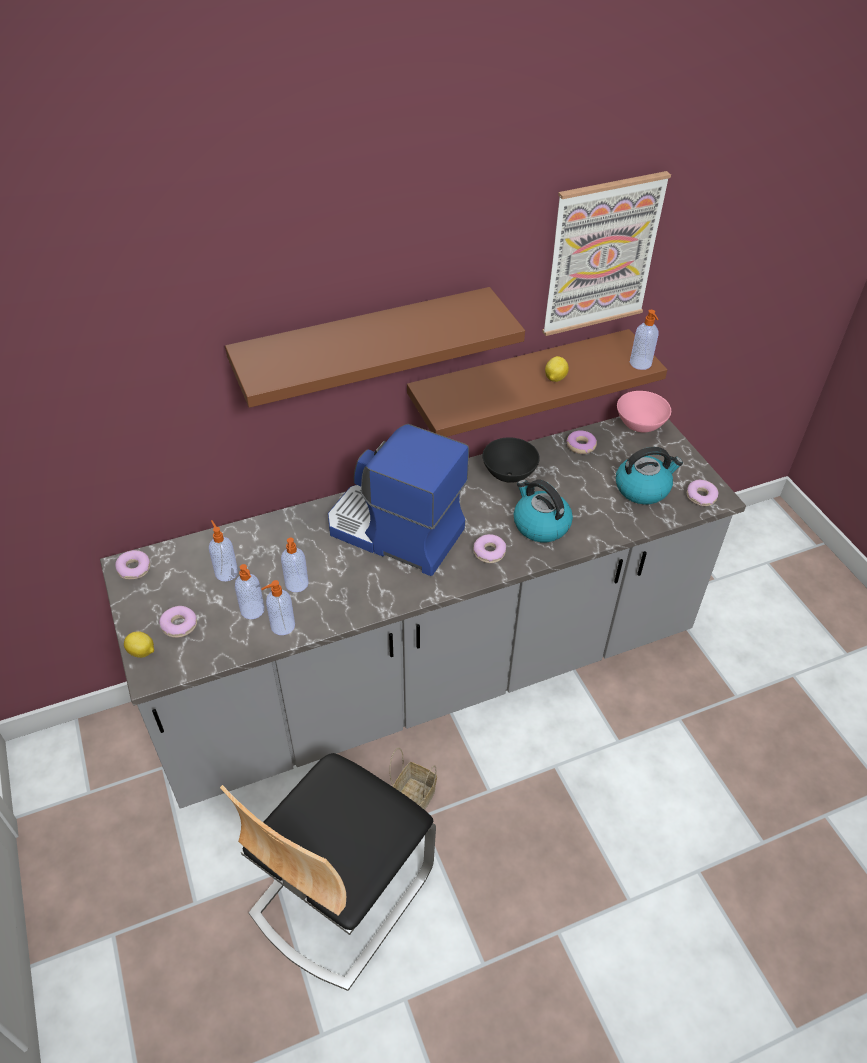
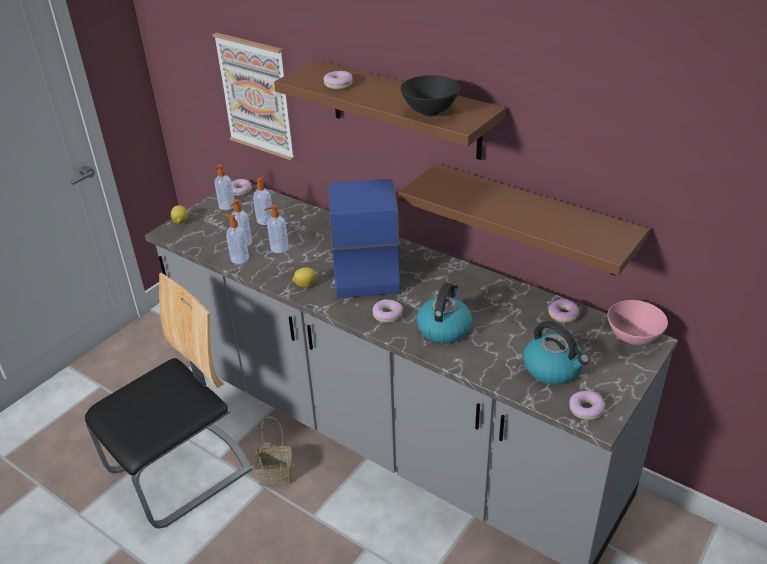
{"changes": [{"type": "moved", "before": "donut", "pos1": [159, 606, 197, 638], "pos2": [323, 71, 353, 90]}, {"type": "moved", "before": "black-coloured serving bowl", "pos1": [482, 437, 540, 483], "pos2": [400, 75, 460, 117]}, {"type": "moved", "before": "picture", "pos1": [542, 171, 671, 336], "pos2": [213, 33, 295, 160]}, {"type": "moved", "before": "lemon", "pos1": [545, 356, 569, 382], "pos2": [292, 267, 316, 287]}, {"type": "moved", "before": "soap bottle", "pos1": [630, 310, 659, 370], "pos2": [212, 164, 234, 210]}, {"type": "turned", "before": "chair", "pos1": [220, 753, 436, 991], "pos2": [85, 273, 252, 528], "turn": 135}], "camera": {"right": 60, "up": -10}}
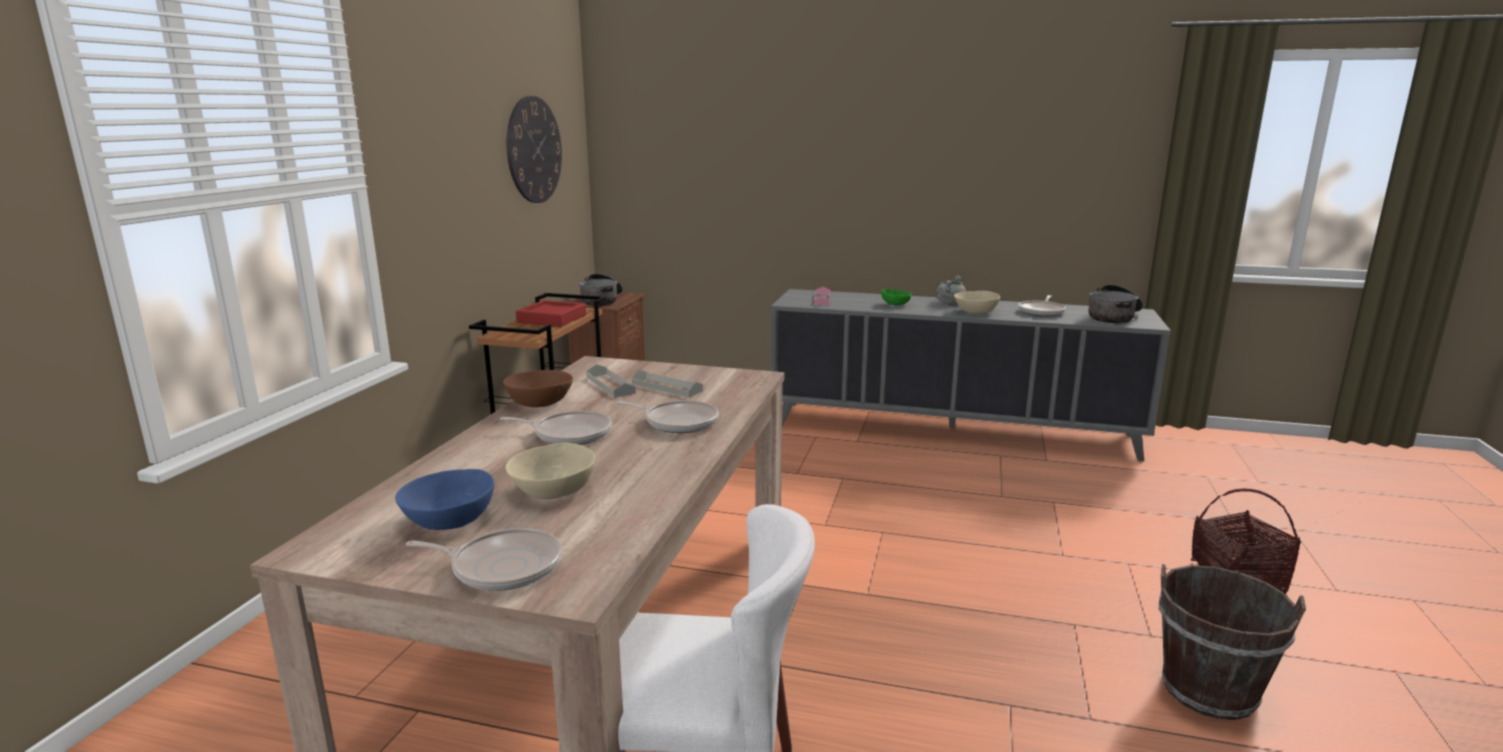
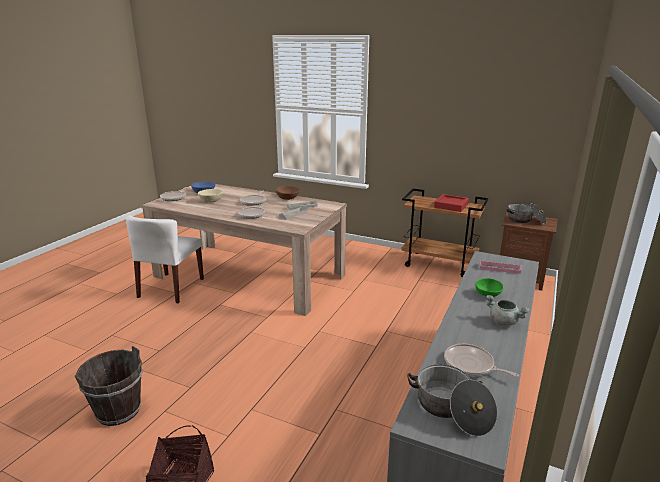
{"changes": [{"type": "removed", "before": "wall clock", "pos1": [507, 96, 562, 203]}, {"type": "removed", "before": "beige-coloured serving bowl", "pos1": [954, 291, 1000, 314]}], "camera": {"right": 100, "up": 5}}
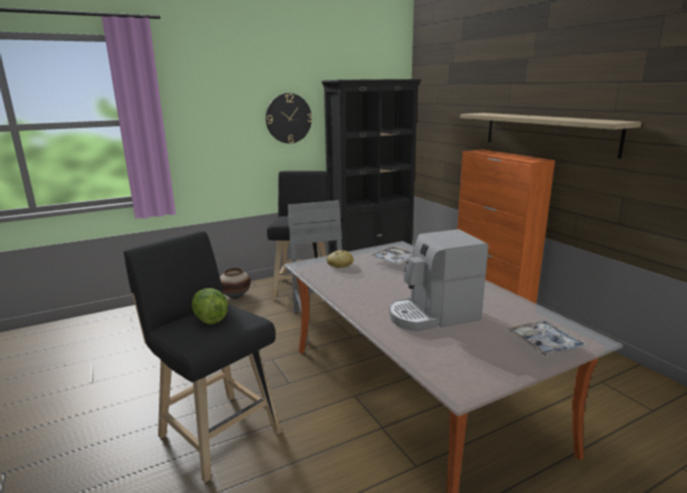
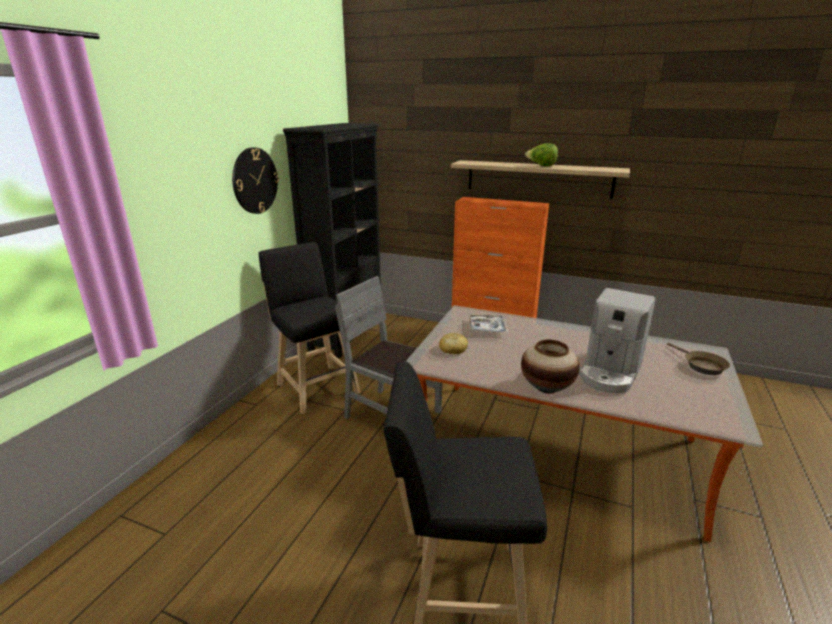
{"changes": [{"type": "moved", "before": "head of lettuce", "pos1": [192, 288, 228, 324], "pos2": [525, 143, 558, 166]}, {"type": "moved", "before": "flower vase", "pos1": [220, 268, 251, 299], "pos2": [521, 339, 580, 394]}, {"type": "replaced", "before": "tray", "after": "brownish skillet", "pos1": [507, 320, 589, 356], "pos2": [667, 343, 730, 375]}], "camera": {"right": -40, "up": 5}}
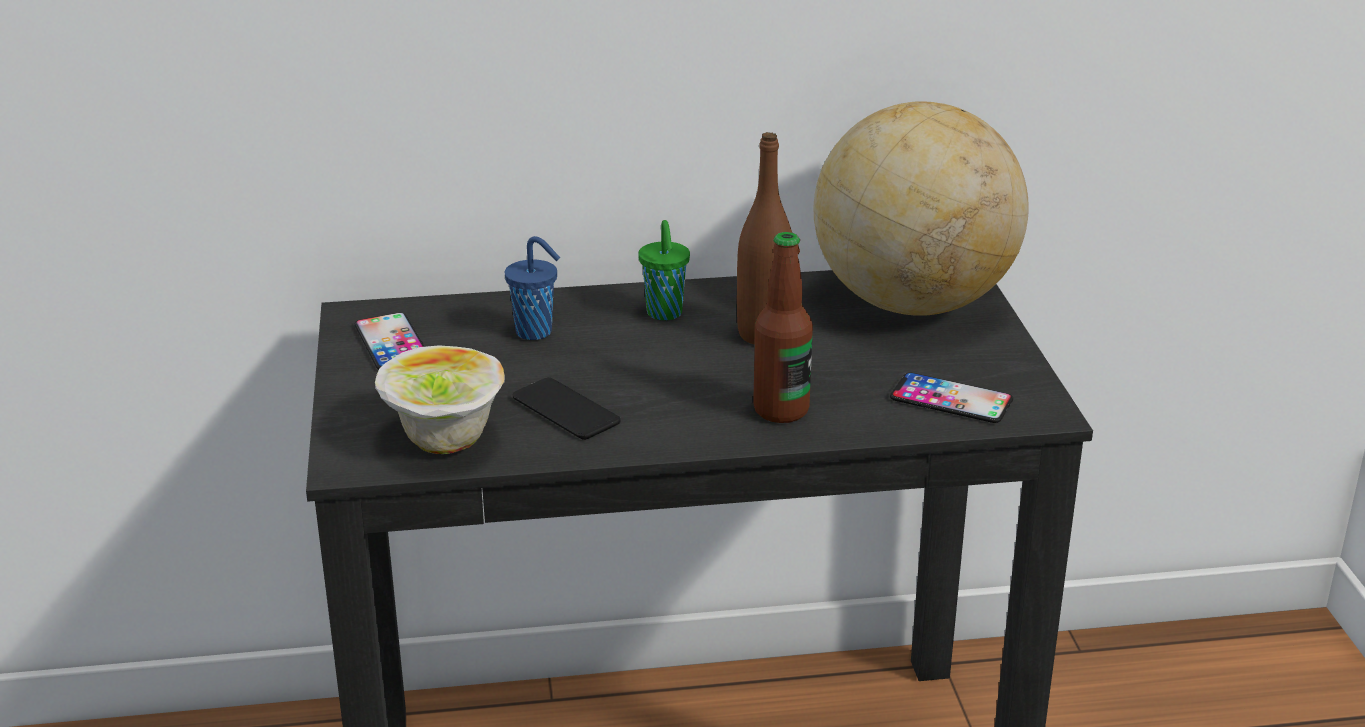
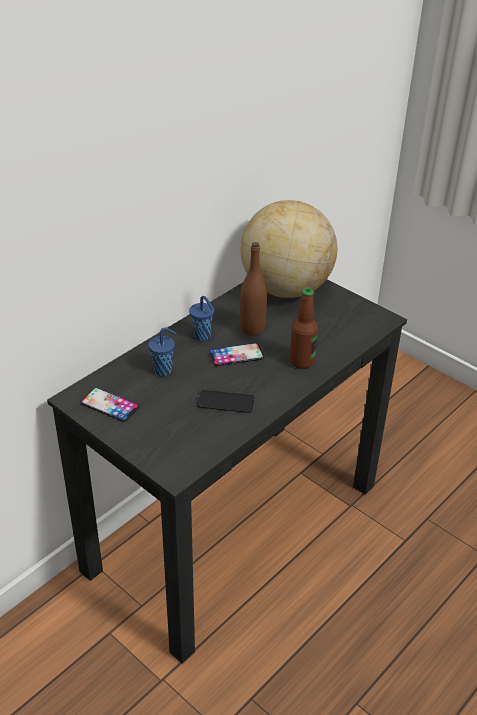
{"changes": [{"type": "removed", "before": "serving bowl", "pos1": [375, 345, 505, 454]}, {"type": "moved", "before": "phone", "pos1": [890, 373, 1013, 423], "pos2": [209, 343, 264, 366]}, {"type": "recoloured", "before": "green small cup", "after": "bluish small cup", "pos1": [638, 220, 690, 320], "pos2": [189, 296, 214, 341]}], "camera": {"right": -40, "up": 10}}
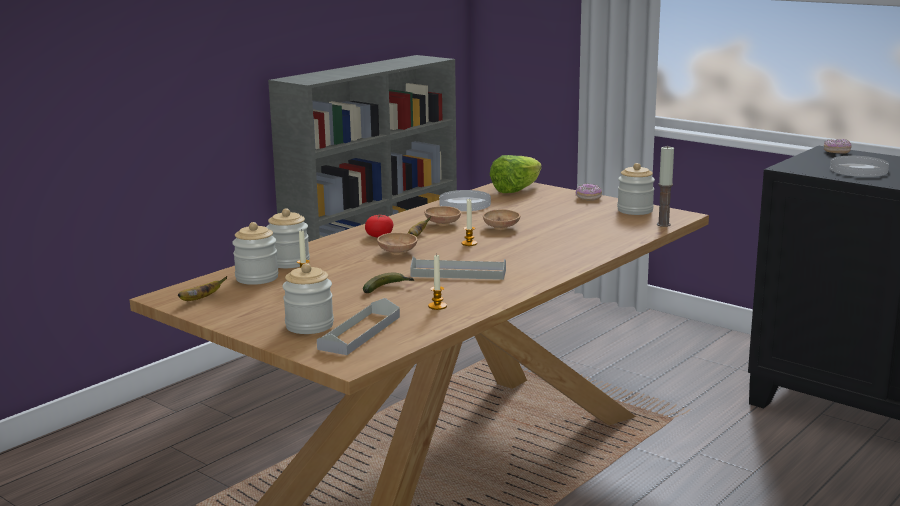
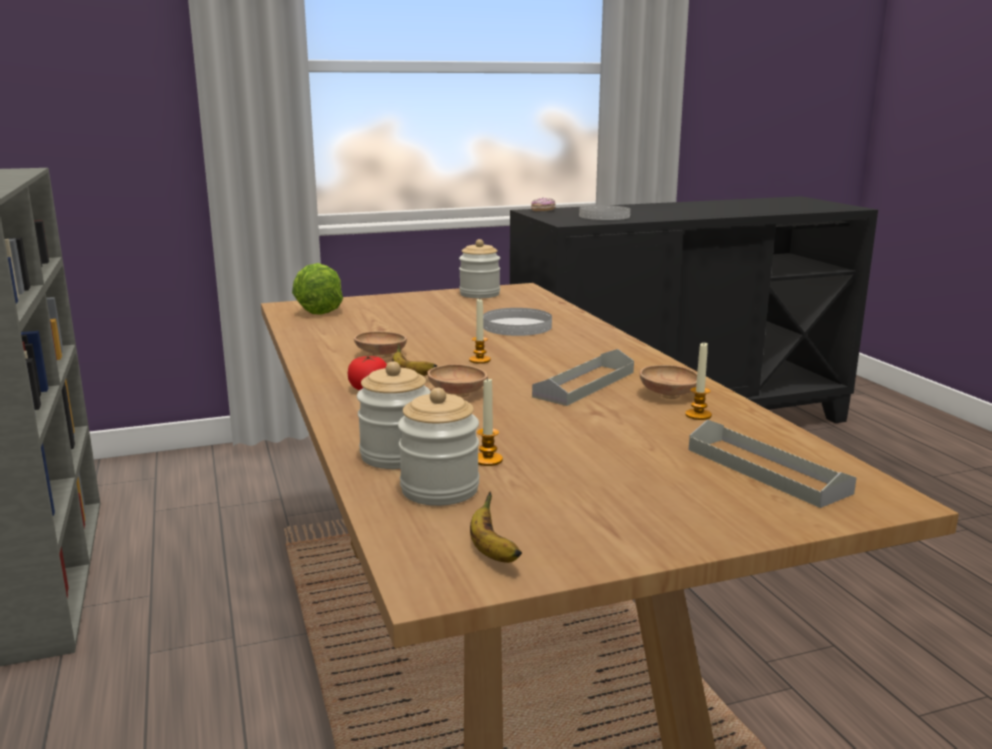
{"changes": [{"type": "removed", "before": "preserve jar", "pos1": [283, 263, 334, 334]}, {"type": "removed", "before": "banana fruit", "pos1": [363, 273, 415, 293]}, {"type": "removed", "before": "donut", "pos1": [576, 183, 602, 201]}, {"type": "removed", "before": "wax light", "pos1": [657, 145, 674, 227]}, {"type": "moved", "before": "whitish dinner plate", "pos1": [439, 190, 491, 211], "pos2": [483, 308, 552, 336]}, {"type": "moved", "before": "brownish serving bowl", "pos1": [483, 209, 521, 230], "pos2": [640, 365, 697, 399]}], "camera": {"right": -60, "up": 0}}
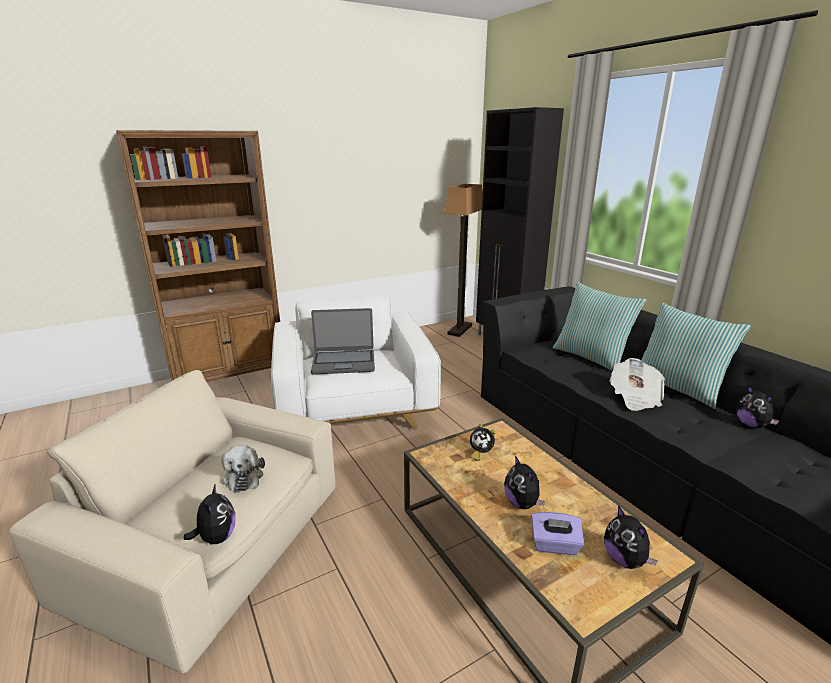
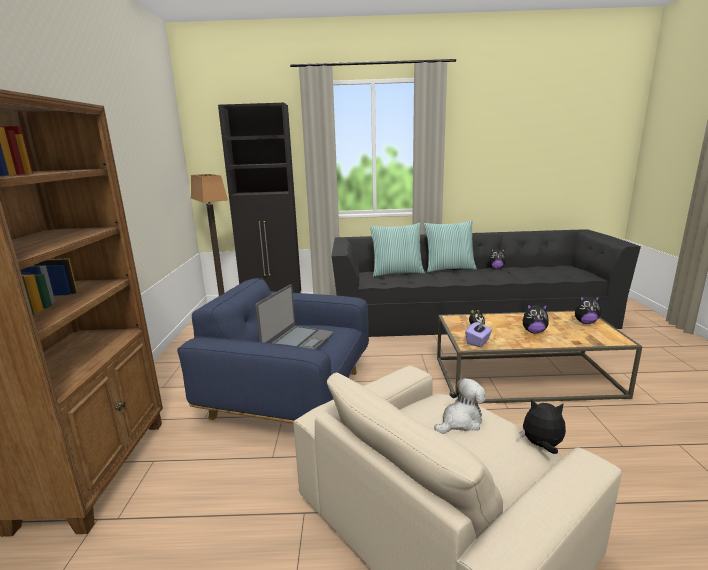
{"changes": [{"type": "removed", "before": "printed paper", "pos1": [610, 358, 665, 411]}, {"type": "moved", "before": "purple tissue box", "pos1": [531, 512, 584, 555], "pos2": [465, 321, 492, 347]}, {"type": "recoloured", "before": "whitish easy chair", "after": "bluish easy chair", "pos1": [271, 295, 441, 430], "pos2": [177, 278, 369, 424]}, {"type": "turned", "before": "plush toy", "pos1": [221, 445, 265, 492], "pos2": [434, 378, 486, 434], "turn": -45}], "camera": {"right": -60, "up": -5}}
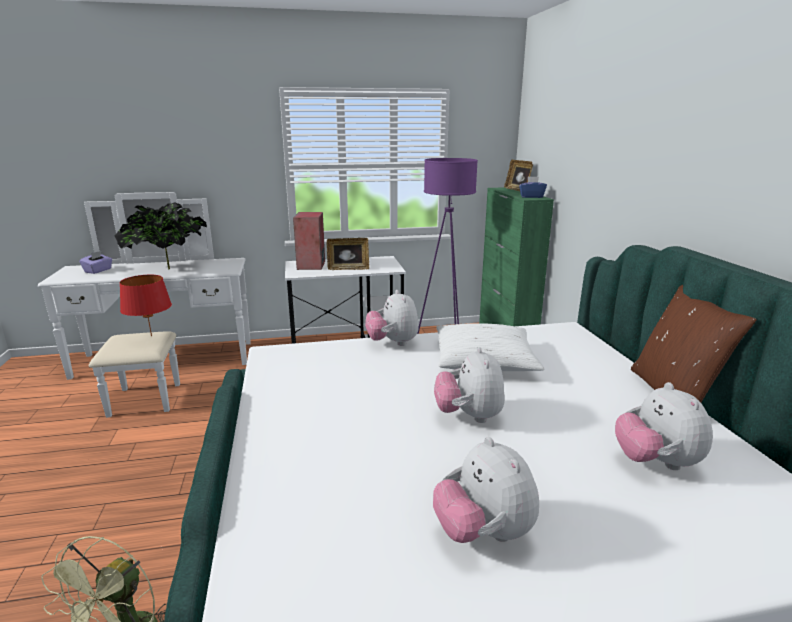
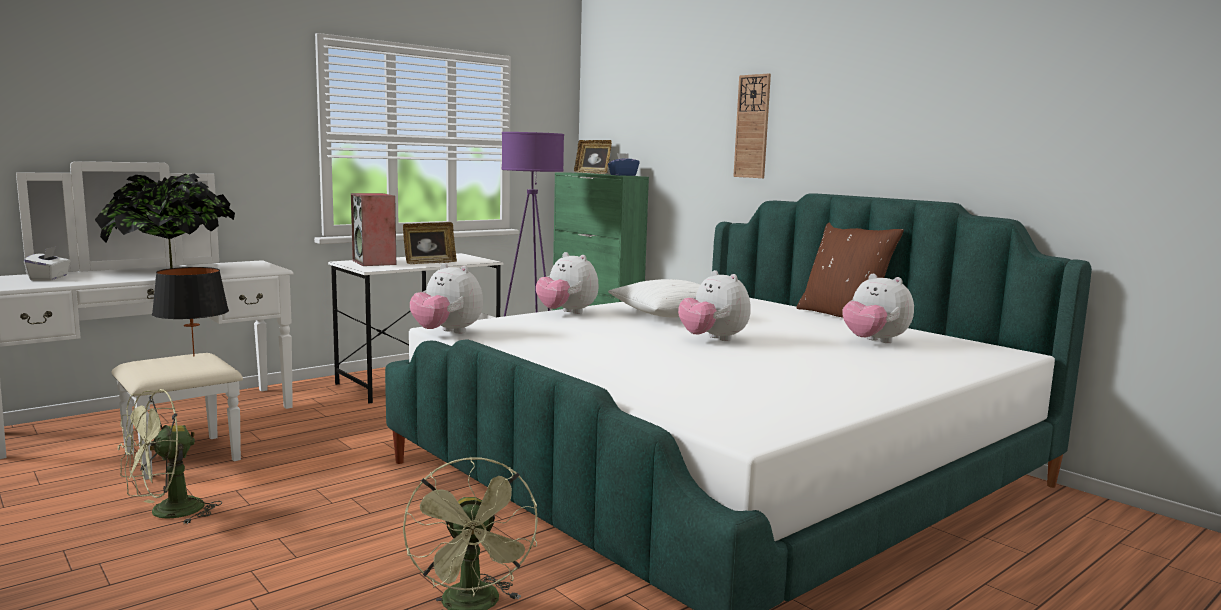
{"changes": [{"type": "added", "after": "green fan", "pos2": [118, 389, 222, 525]}, {"type": "added", "after": "wall clock", "pos2": [733, 74, 771, 178]}, {"type": "moved", "before": "plush toy", "pos1": [433, 437, 539, 543], "pos2": [410, 263, 483, 334]}, {"type": "recoloured", "before": "purple tissue box", "after": "whitish tissue box", "pos1": [79, 251, 113, 274], "pos2": [24, 246, 70, 280]}, {"type": "recoloured", "before": "red table lamp", "after": "black-coloured table lamp", "pos1": [120, 275, 172, 336], "pos2": [152, 267, 229, 357]}], "camera": {"right": -30, "up": -10}}
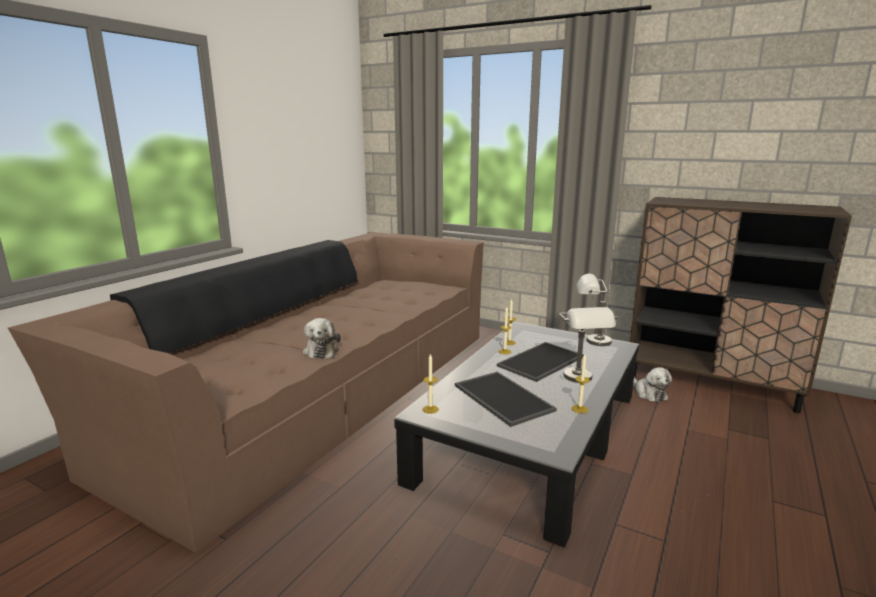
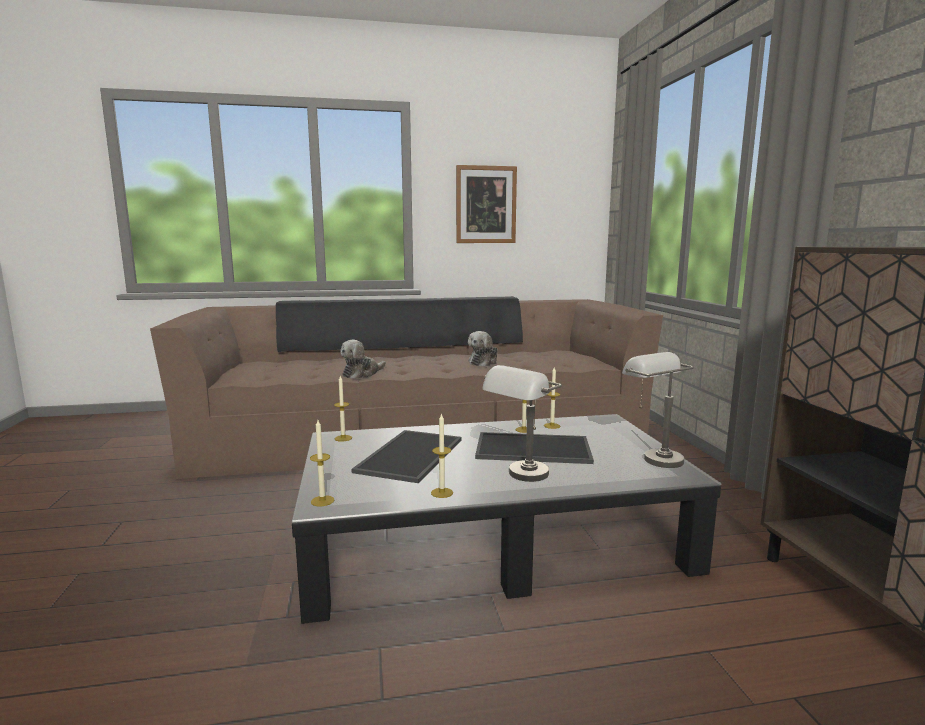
{"changes": [{"type": "added", "after": "wax light", "pos2": [310, 420, 334, 506]}, {"type": "added", "after": "picture", "pos2": [456, 165, 517, 243]}, {"type": "moved", "before": "plush toy", "pos1": [633, 367, 672, 402], "pos2": [468, 331, 498, 367]}], "camera": {"right": 50, "up": -5}}
